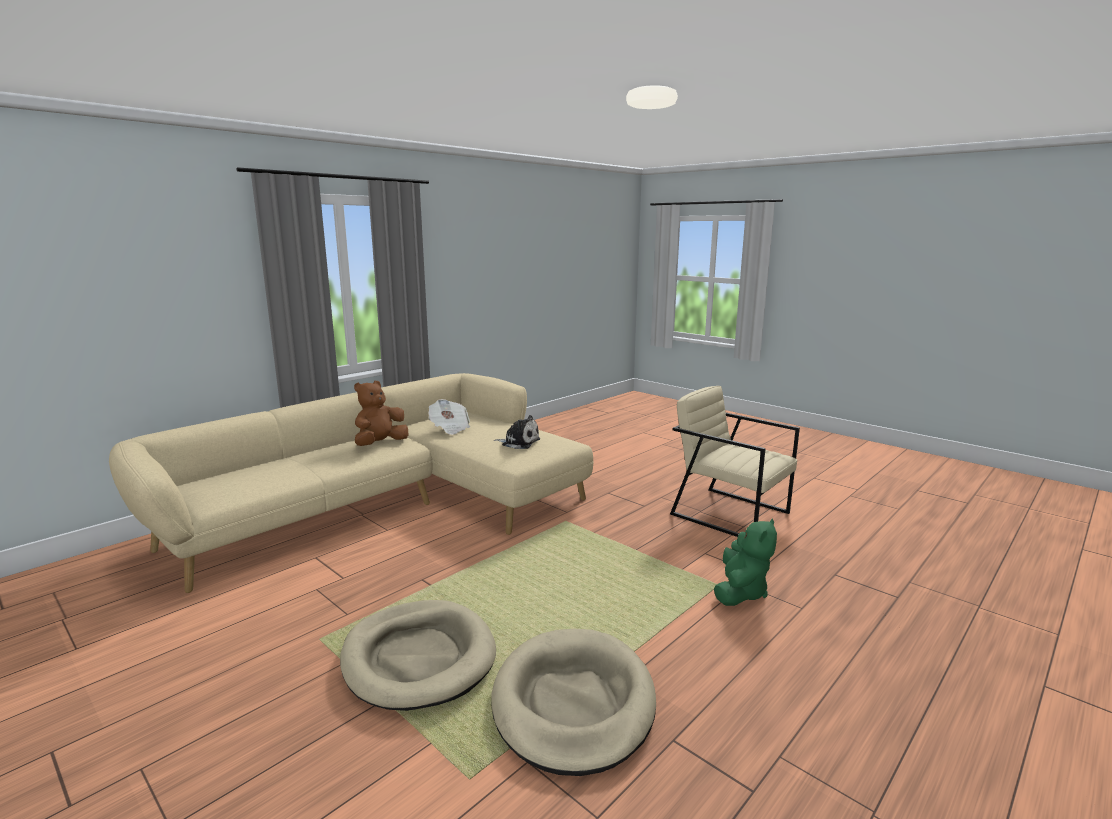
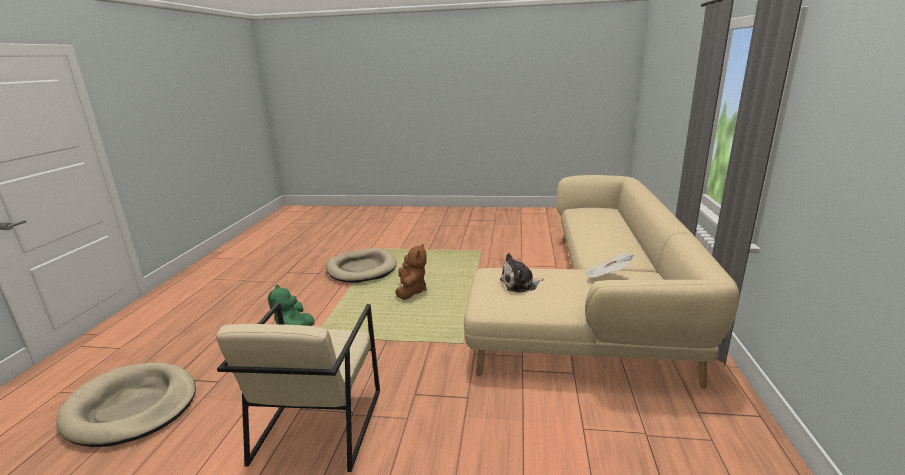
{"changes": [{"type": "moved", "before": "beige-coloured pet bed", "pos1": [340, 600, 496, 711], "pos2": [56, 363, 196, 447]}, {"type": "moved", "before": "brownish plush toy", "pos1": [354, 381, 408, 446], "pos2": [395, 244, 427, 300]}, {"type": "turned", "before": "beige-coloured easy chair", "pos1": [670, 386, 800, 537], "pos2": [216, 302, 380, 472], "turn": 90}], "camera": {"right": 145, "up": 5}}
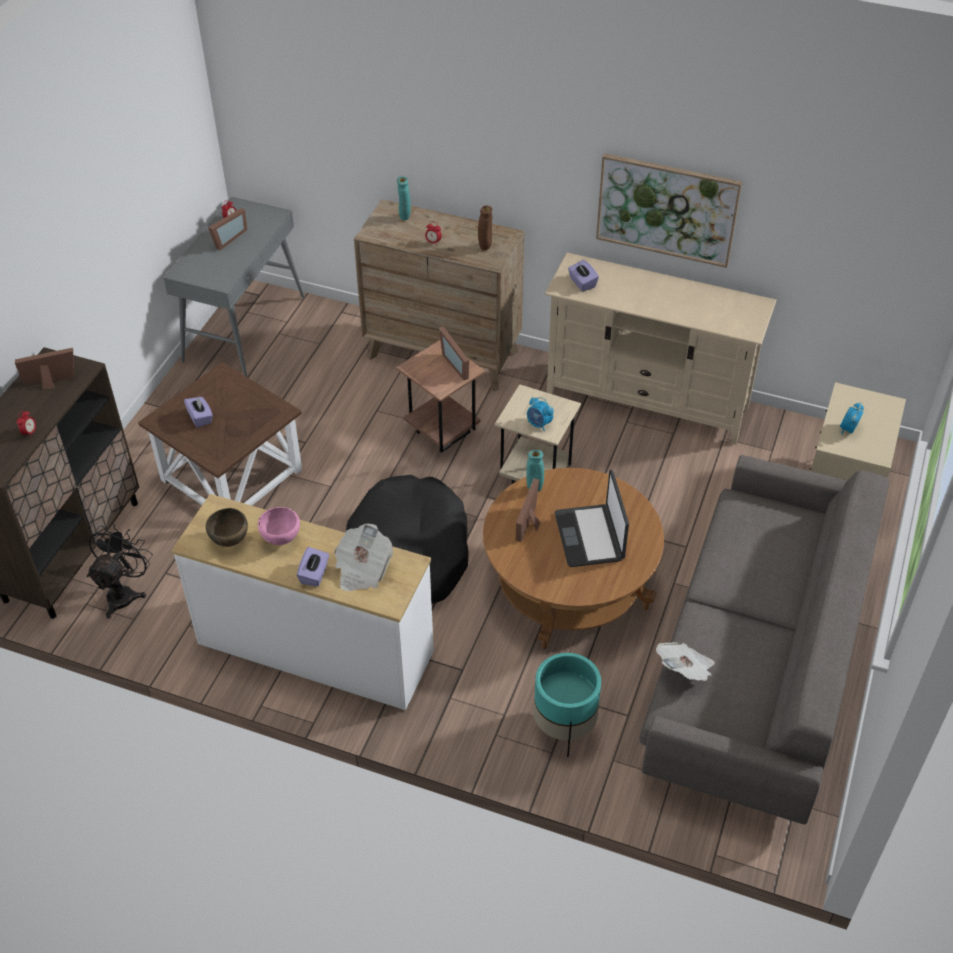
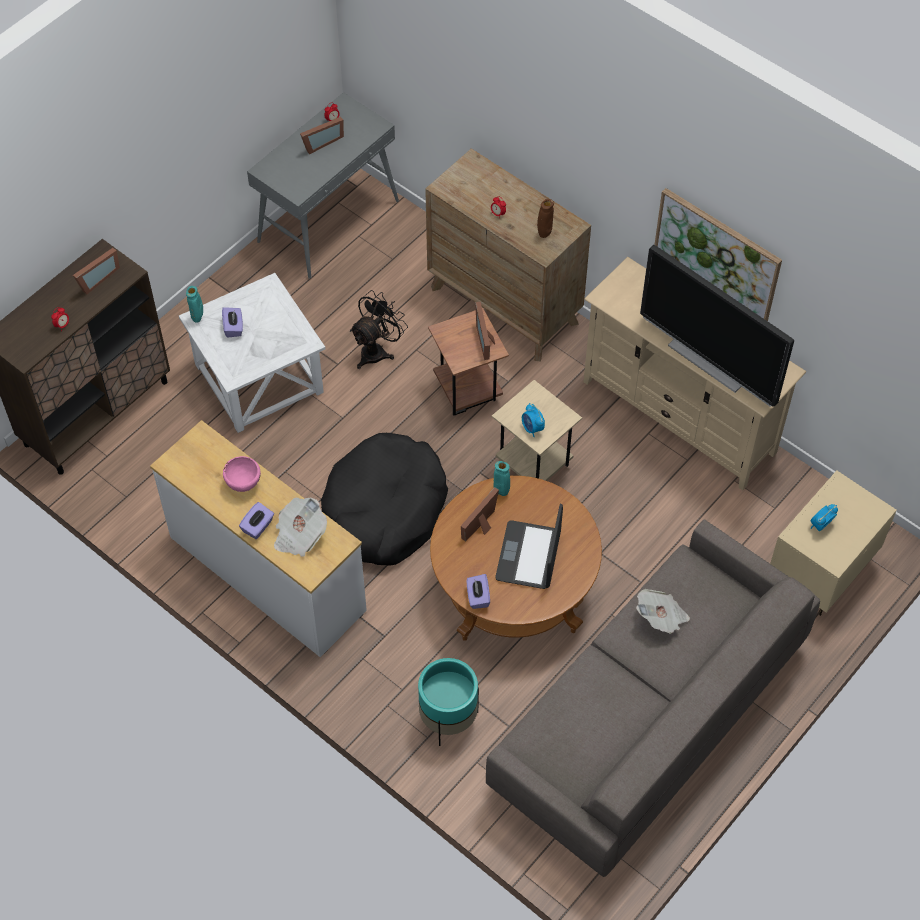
{"changes": [{"type": "removed", "before": "brownish serving bowl", "pos1": [206, 508, 248, 547]}, {"type": "added", "after": "TV", "pos2": [640, 245, 794, 407]}, {"type": "moved", "before": "black-coloured fan", "pos1": [87, 523, 153, 619], "pos2": [350, 290, 408, 369]}, {"type": "moved", "before": "turquoise-coloured flower vase", "pos1": [397, 176, 411, 220], "pos2": [186, 286, 203, 323]}, {"type": "moved", "before": "purple tissue box", "pos1": [568, 260, 599, 291], "pos2": [467, 574, 490, 609]}, {"type": "moved", "before": "printed paper", "pos1": [656, 642, 715, 681], "pos2": [636, 589, 690, 634]}, {"type": "recoloured", "before": "brownish end table", "after": "whitish end table", "pos1": [138, 362, 302, 506], "pos2": [179, 273, 325, 433]}, {"type": "turned", "before": "standing frame", "pos1": [15, 347, 74, 389], "pos2": [73, 248, 120, 294], "turn": 120}], "camera": {"right": 20, "up": 10}}
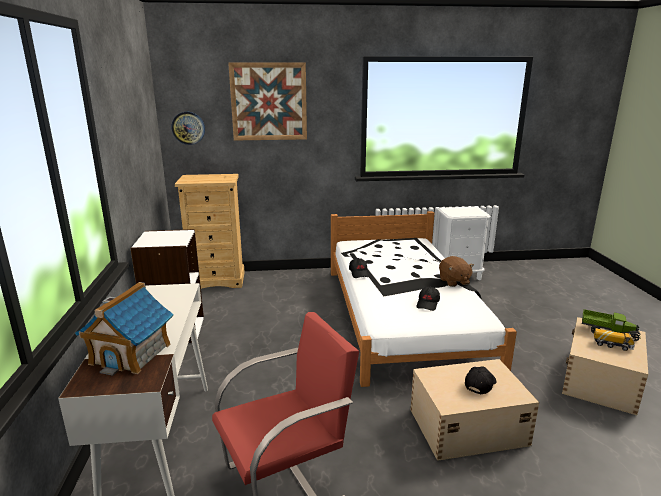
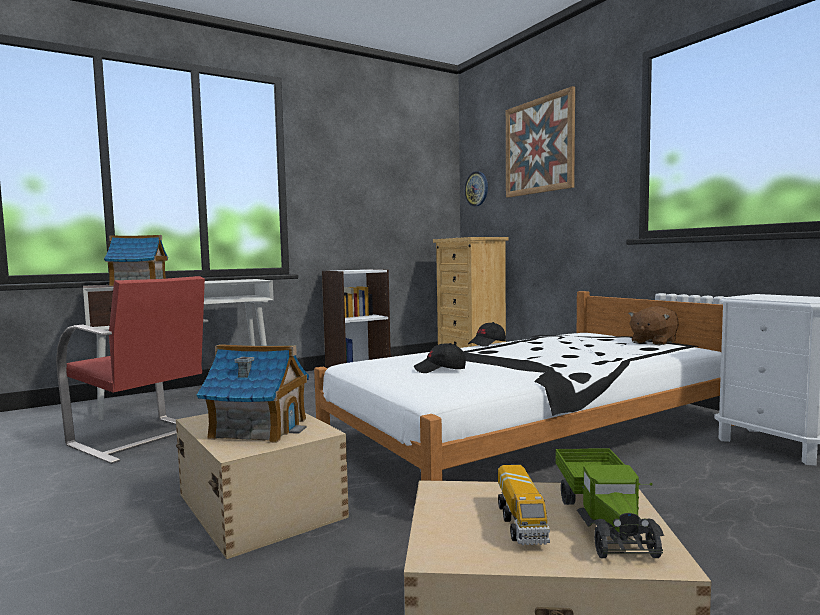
{"changes": [{"type": "moved", "before": "brownish plush toy", "pos1": [439, 256, 474, 287], "pos2": [628, 306, 679, 345]}, {"type": "replaced", "before": "black-coloured peaked cap", "after": "model house", "pos1": [465, 366, 496, 394], "pos2": [197, 344, 309, 443]}], "camera": {"right": 65, "up": -15}}
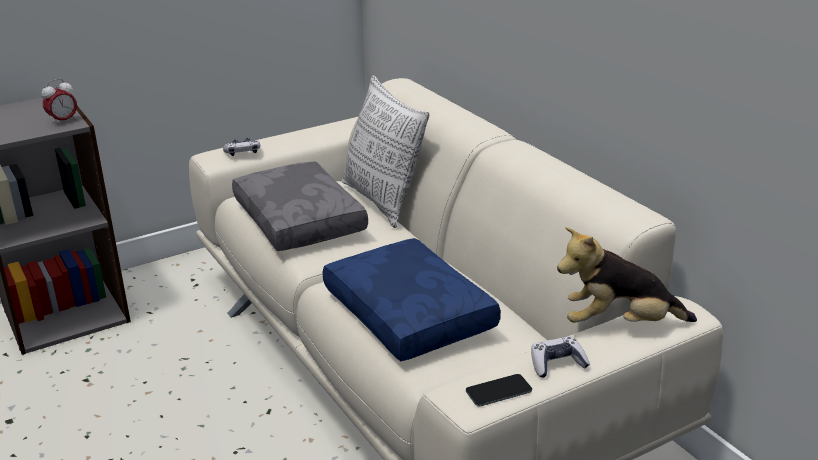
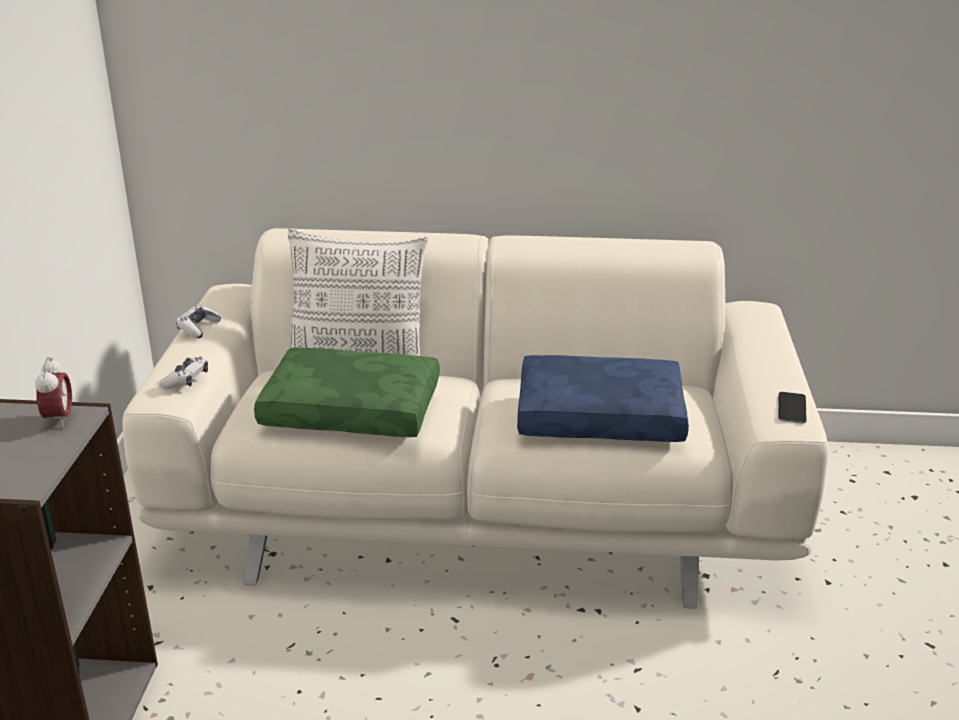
{"changes": [{"type": "removed", "before": "plush toy", "pos1": [557, 227, 697, 323]}, {"type": "moved", "before": "gamepad", "pos1": [531, 336, 590, 378], "pos2": [176, 305, 222, 338]}, {"type": "recoloured", "before": "grey throw pillow", "after": "green throw pillow", "pos1": [232, 161, 368, 251], "pos2": [254, 347, 440, 437]}], "camera": {"right": -55, "up": 0}}
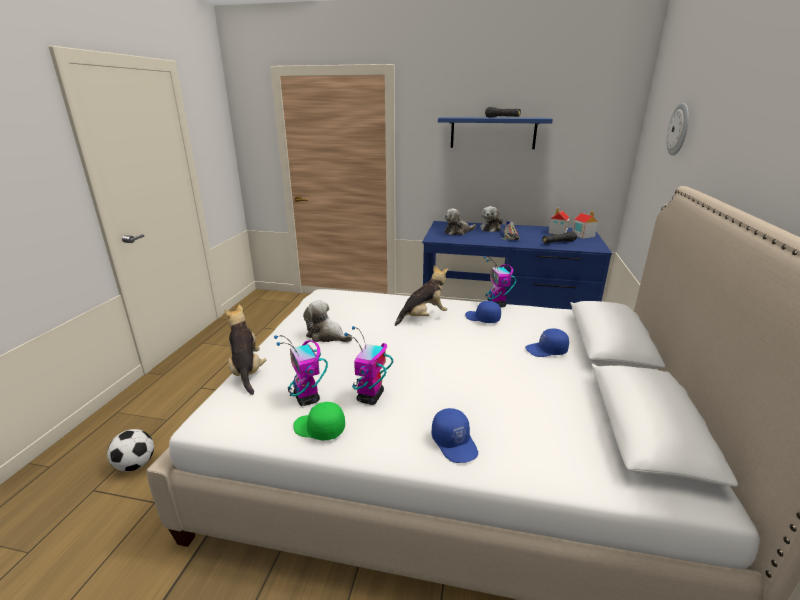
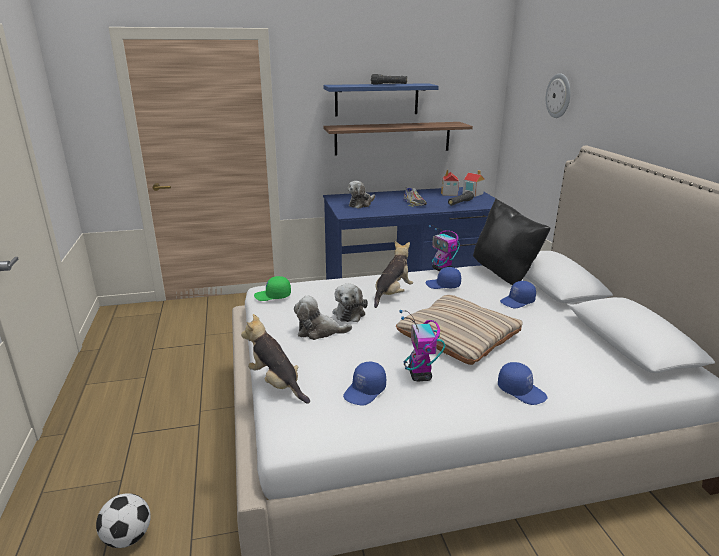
{"changes": [{"type": "added", "after": "bracket shelf", "pos2": [323, 122, 473, 155]}, {"type": "added", "after": "beige-coloured throw pillow", "pos2": [396, 295, 523, 365]}, {"type": "added", "after": "black-coloured throw pillow", "pos2": [473, 199, 551, 285]}, {"type": "moved", "before": "green peaked cap", "pos1": [293, 402, 345, 440], "pos2": [254, 276, 291, 301]}, {"type": "moved", "before": "plush toy", "pos1": [480, 206, 503, 232], "pos2": [333, 284, 368, 322]}, {"type": "replaced", "before": "model robot", "after": "bluish peaked cap", "pos1": [274, 335, 328, 406], "pos2": [343, 362, 386, 405]}], "camera": {"right": -25, "up": 0}}
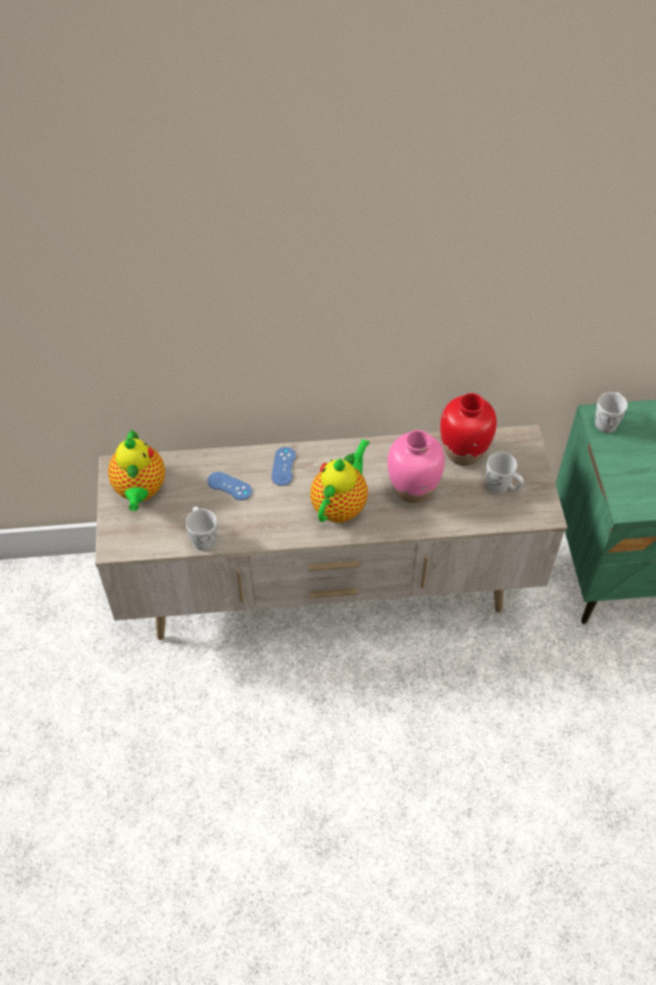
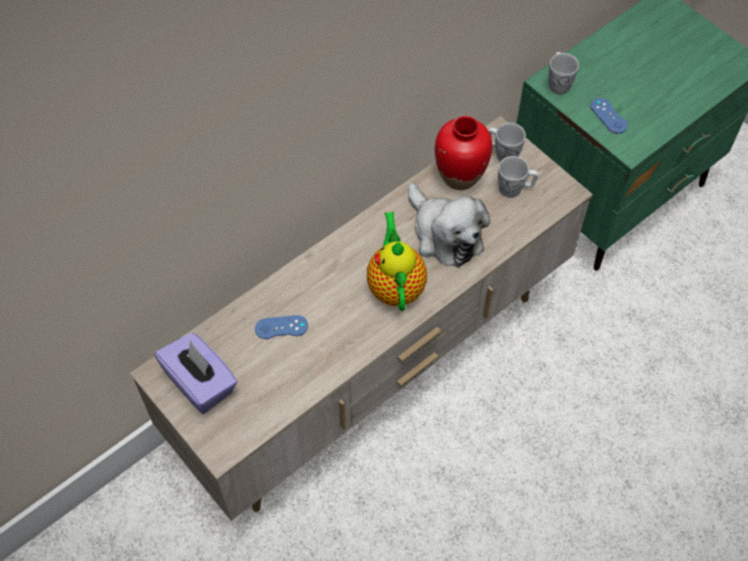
{"changes": [{"type": "moved", "before": "whitish mug", "pos1": [186, 507, 217, 551], "pos2": [488, 123, 526, 162]}, {"type": "moved", "before": "bluish gamepad", "pos1": [271, 447, 296, 486], "pos2": [591, 98, 628, 133]}, {"type": "replaced", "before": "tea pot", "after": "purple tissue box", "pos1": [108, 429, 165, 511], "pos2": [154, 332, 237, 414]}, {"type": "replaced", "before": "pinkish flower vase", "after": "plush toy", "pos1": [387, 430, 445, 503], "pos2": [408, 183, 490, 267]}], "camera": {"right": -35, "up": 5}}
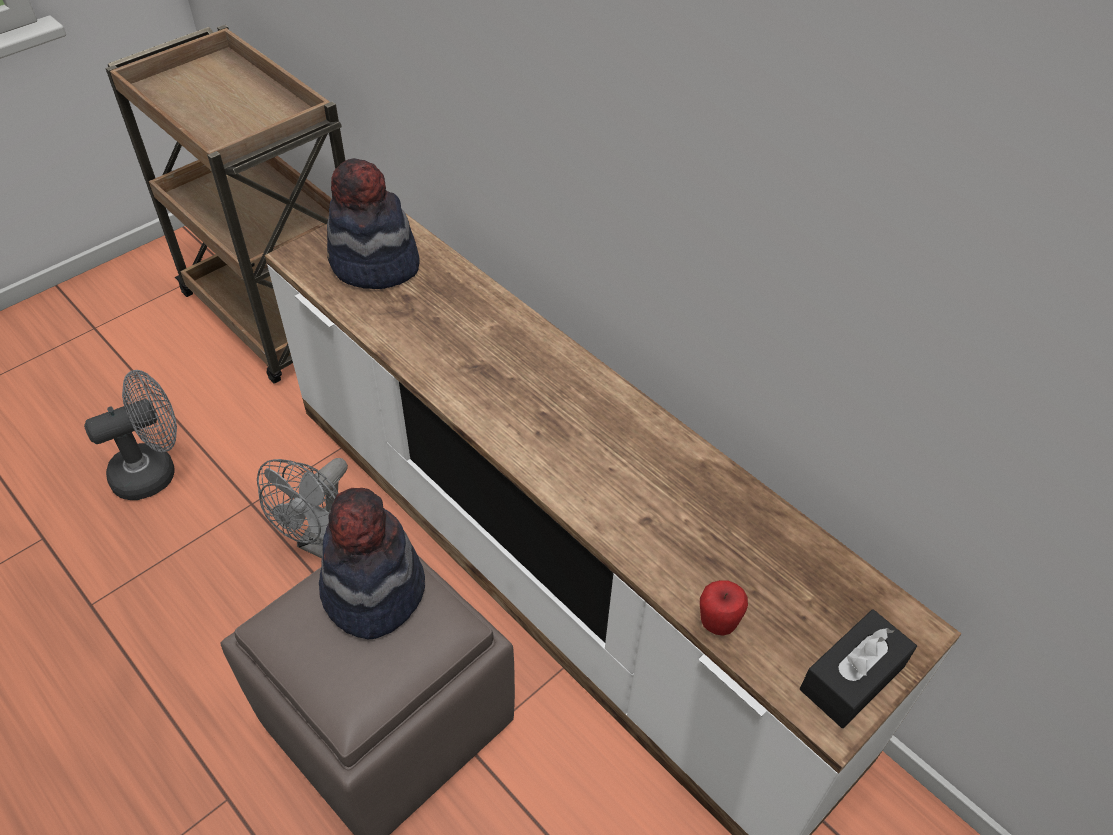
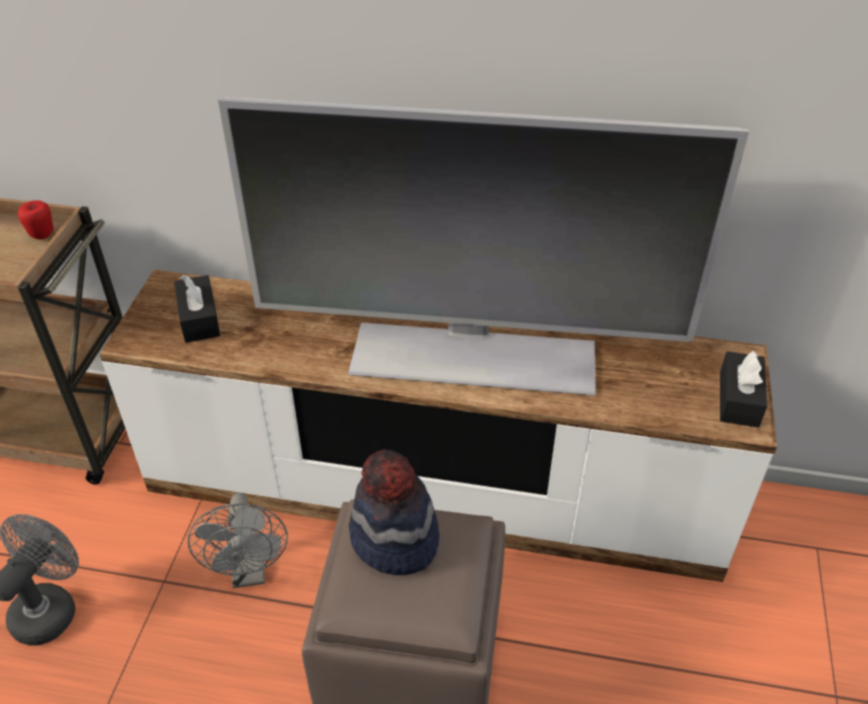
{"changes": [{"type": "added", "after": "TV", "pos2": [218, 97, 749, 396]}, {"type": "moved", "before": "apple fruit", "pos1": [700, 580, 748, 636], "pos2": [18, 200, 54, 240]}, {"type": "replaced", "before": "hat", "after": "black-coloured tissue box", "pos1": [327, 158, 420, 289], "pos2": [174, 275, 220, 343]}], "camera": {"right": -35, "up": -5}}
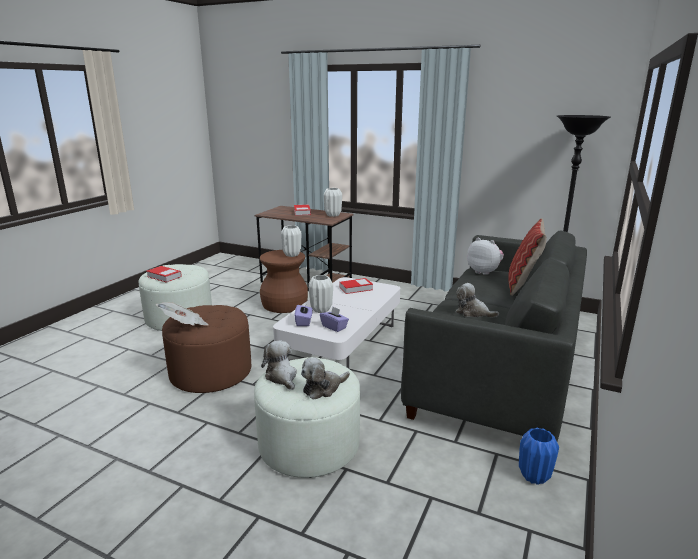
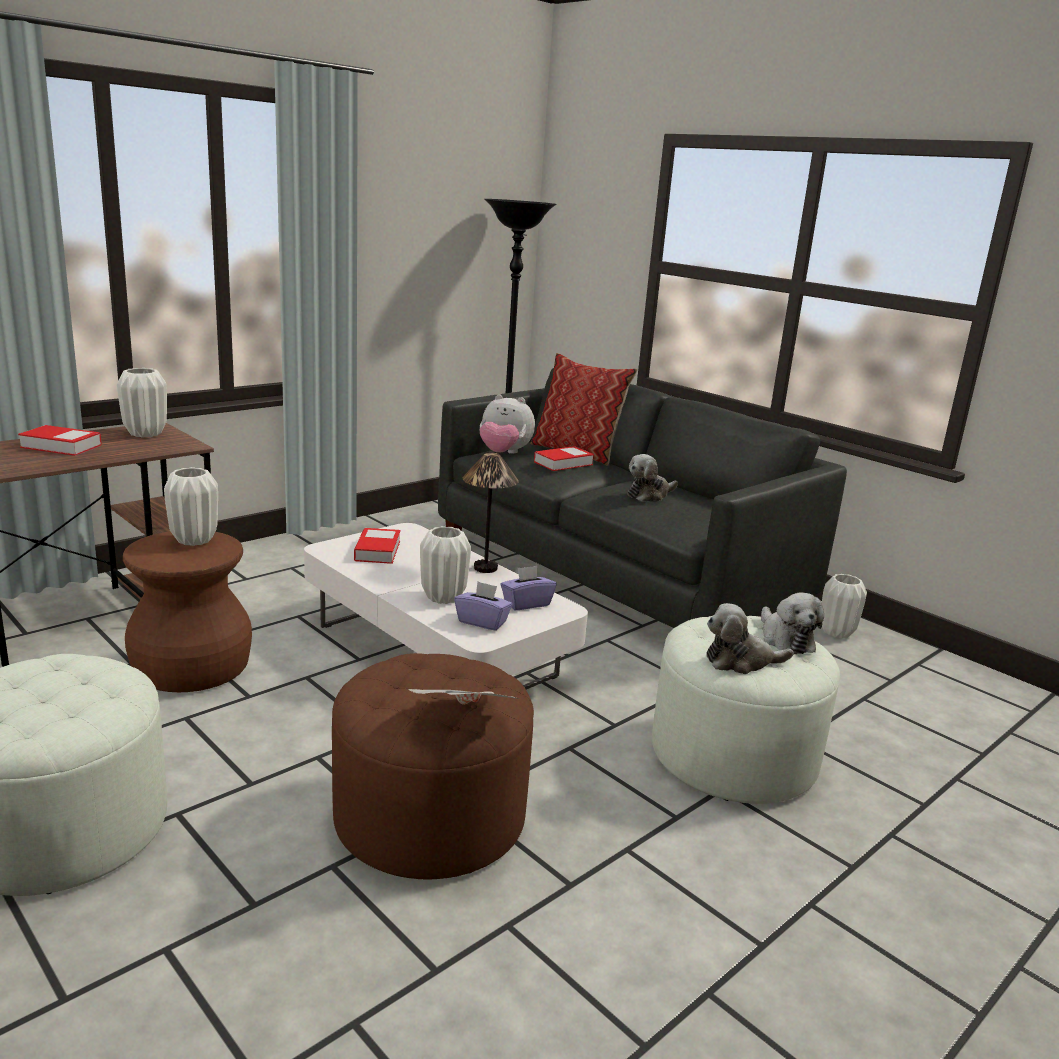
{"changes": [{"type": "added", "after": "table lamp", "pos2": [463, 452, 519, 573]}, {"type": "moved", "before": "book", "pos1": [147, 266, 182, 283], "pos2": [534, 446, 594, 471]}, {"type": "recoloured", "before": "bluish flower vase", "after": "whitish flower vase", "pos1": [519, 428, 559, 485], "pos2": [822, 574, 867, 638]}, {"type": "turned", "before": "plush toy", "pos1": [467, 237, 504, 275], "pos2": [480, 394, 535, 454], "turn": -135}], "camera": {"right": -70, "up": 0}}
